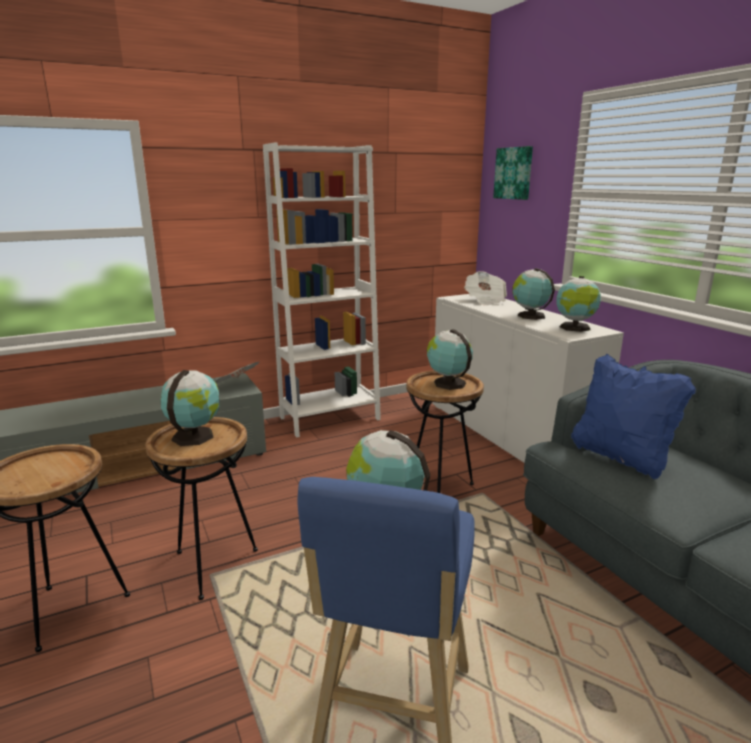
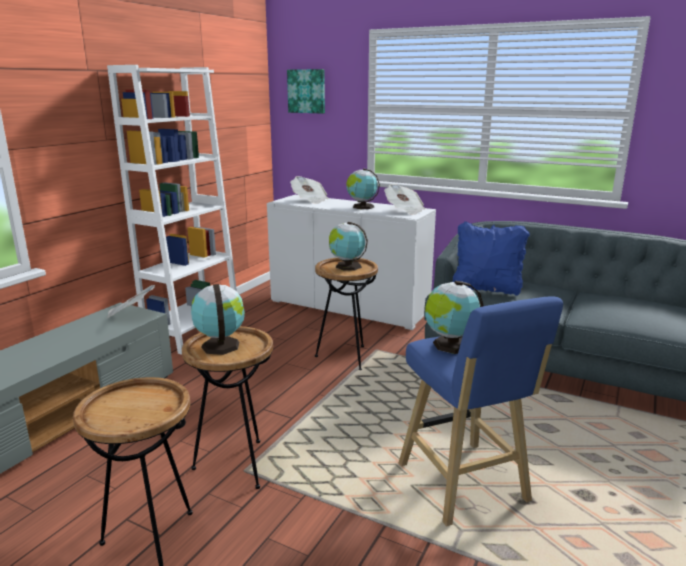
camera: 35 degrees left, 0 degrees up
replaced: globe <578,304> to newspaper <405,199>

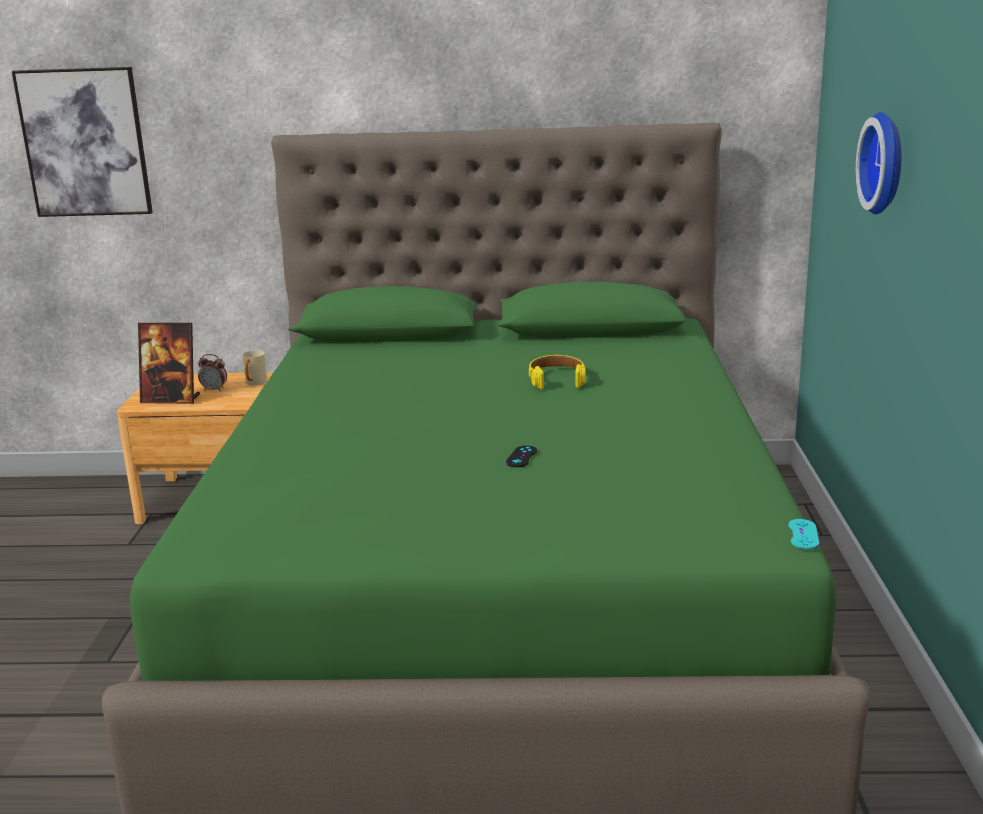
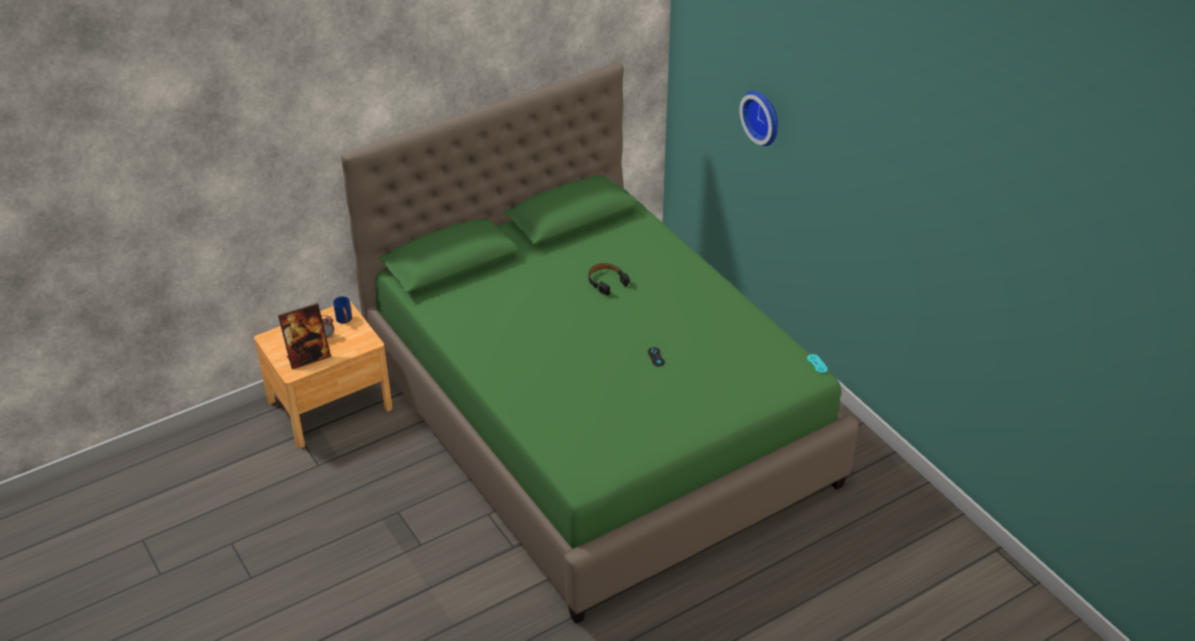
camera: 35 degrees left, 20 degrees up
removed: picture <82,142>
recoloured: beige mug <254,368> to blue mug <342,310>; yellow headphones <557,372> to black headphones <608,279>

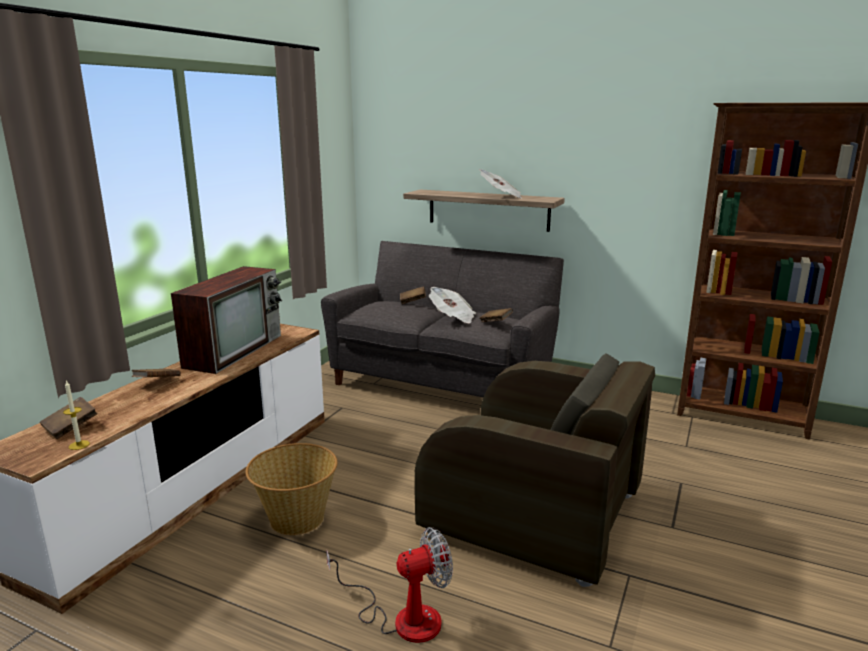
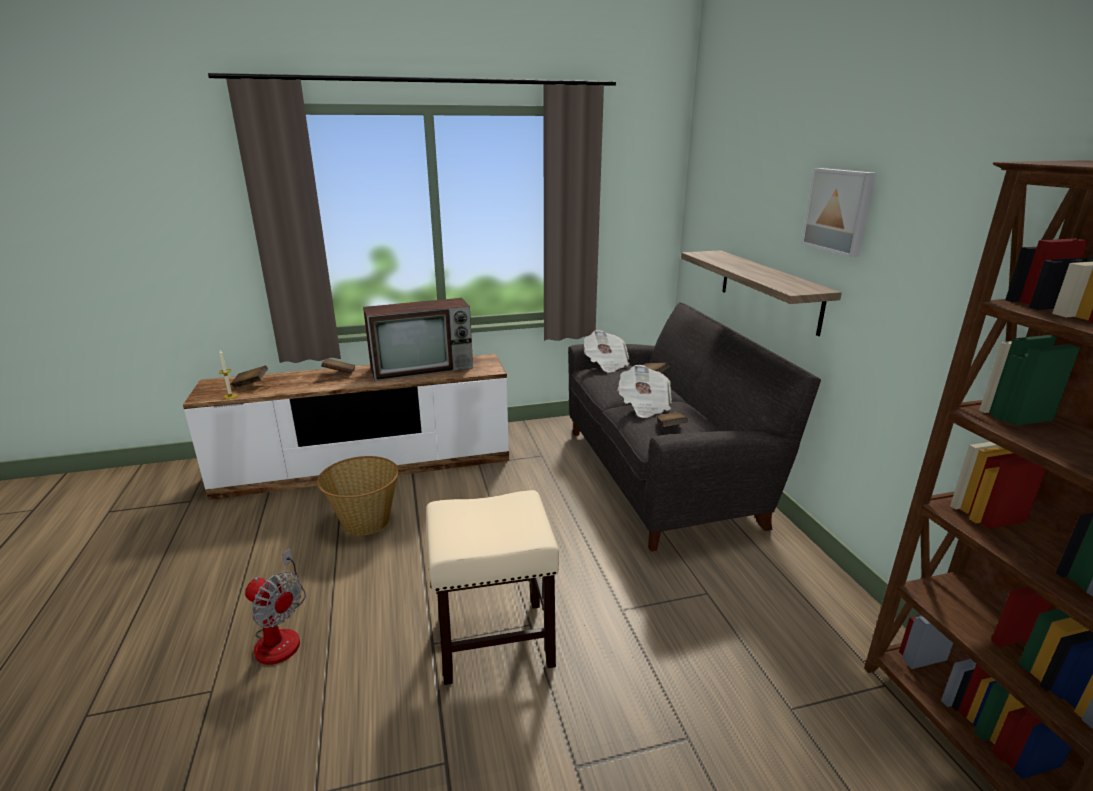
camera: 50 degrees right, 5 degrees up
added: picture <839,212>
moved: newspaper <500,183> to <607,351>
replaced: brown armchair <535,470> to beige stool <492,587>

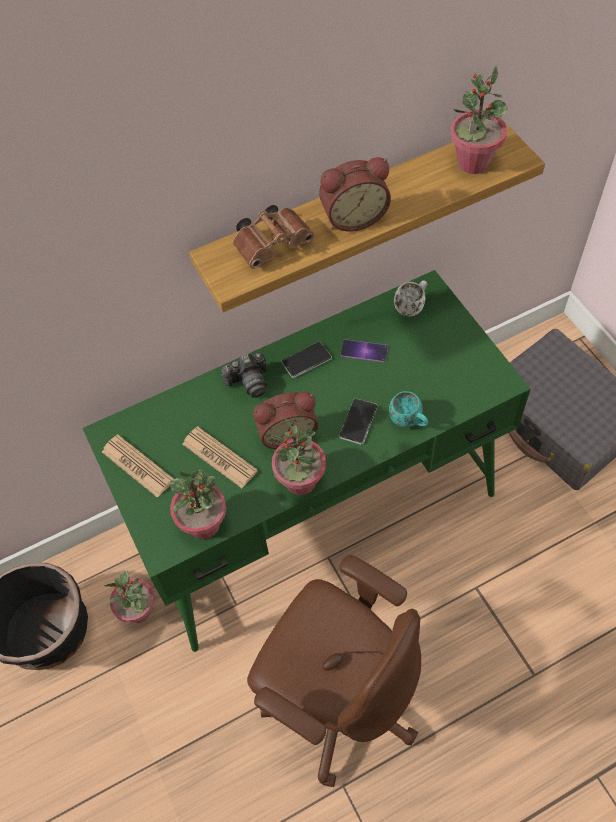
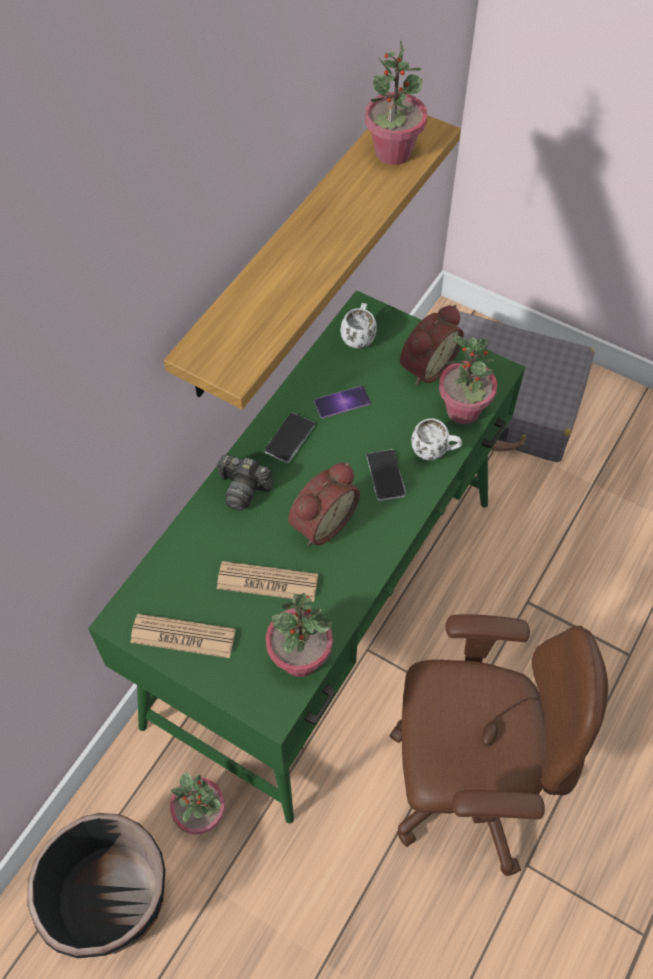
camera: 35 degrees left, 0 degrees up
removed: brown binoculars <273,237>
moved: potted plant <298,457> to <468,380>; alarm clock <355,194> to <432,345>
recoloured: turquoise mug <408,409> to white mug <436,439>
turned: photo camera <244,375> = <245,482> 75 degrees clockwise

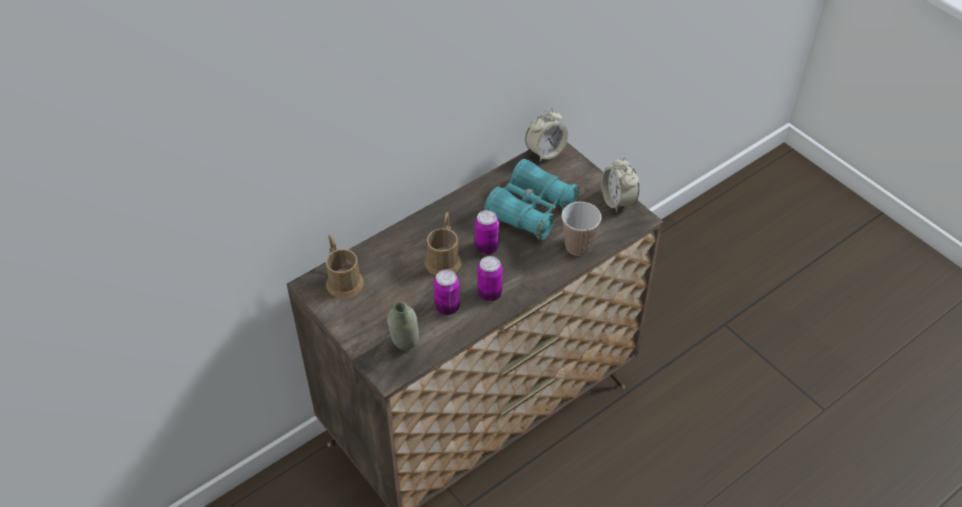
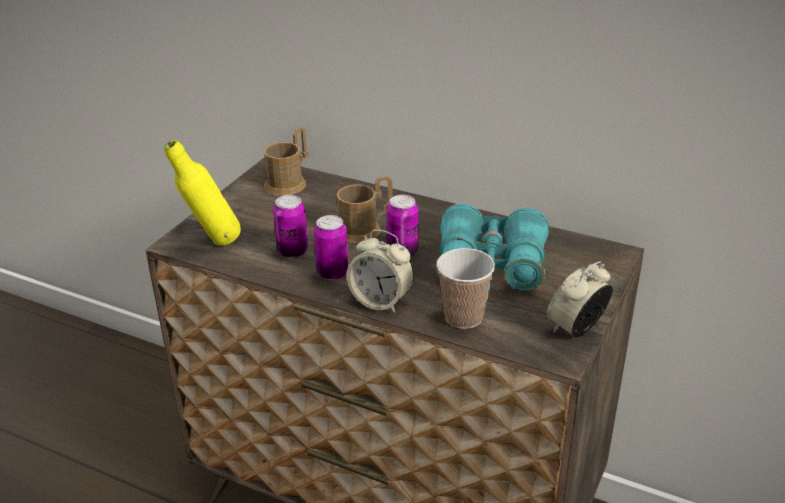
camera: 65 degrees right, 15 degrees down
moved: alarm clock <546,135> to <380,271>
recoloured: grey bottle <403,326> to yellow bottle <202,193>

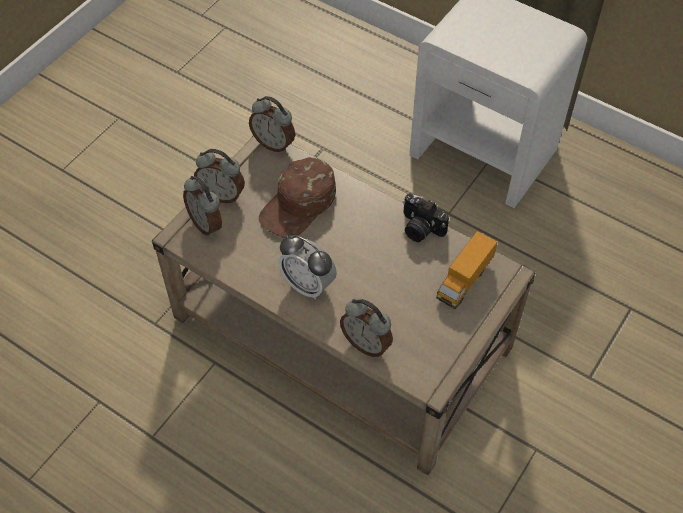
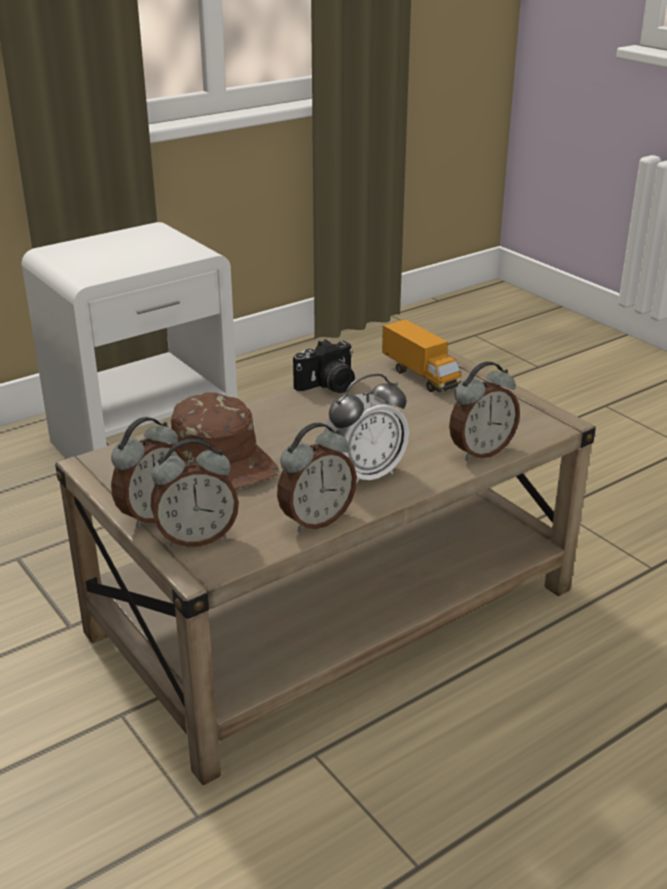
camera: 70 degrees left, 25 degrees down
moved: alarm clock <272,124> to <317,477>

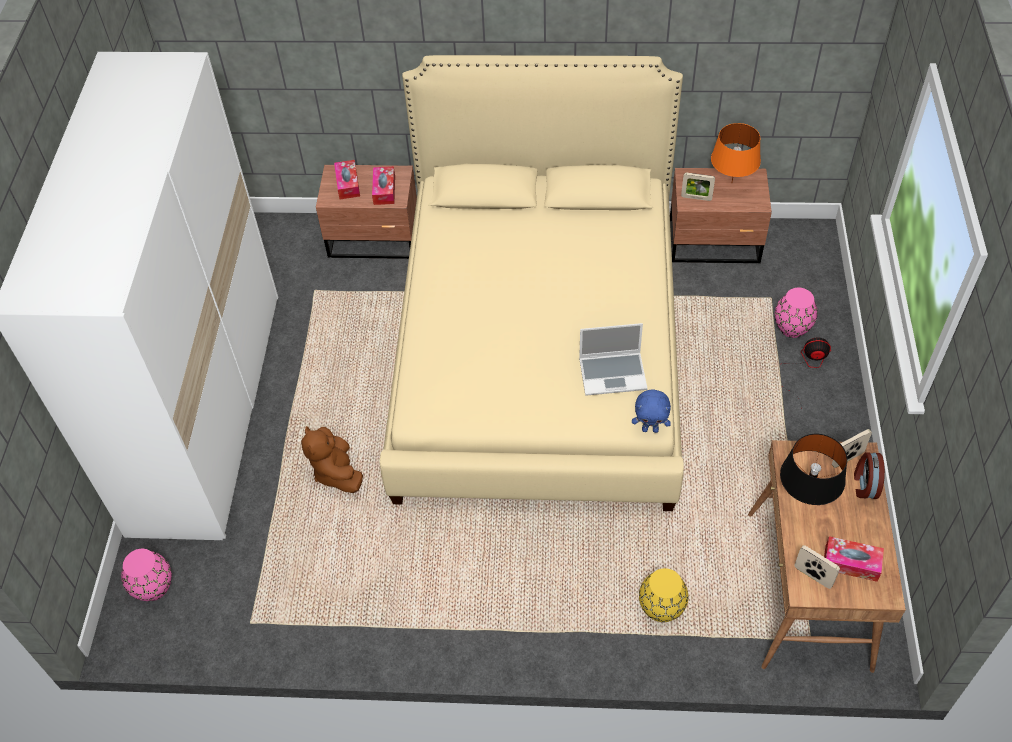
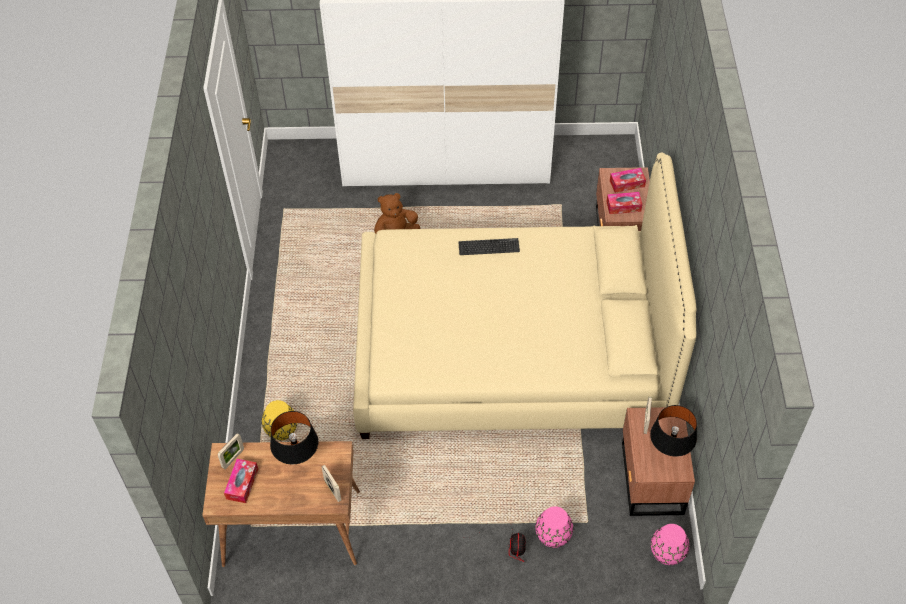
camera: 85 degrees right, 0 degrees up
removed: laptop <613,359>; blue plush toy <651,411>; alarm clock <869,475>
added: keyboard <489,246>
moved: pink vase <146,575> to <670,544>
recoloured: orange table lamp <736,153> to black table lamp <673,431>

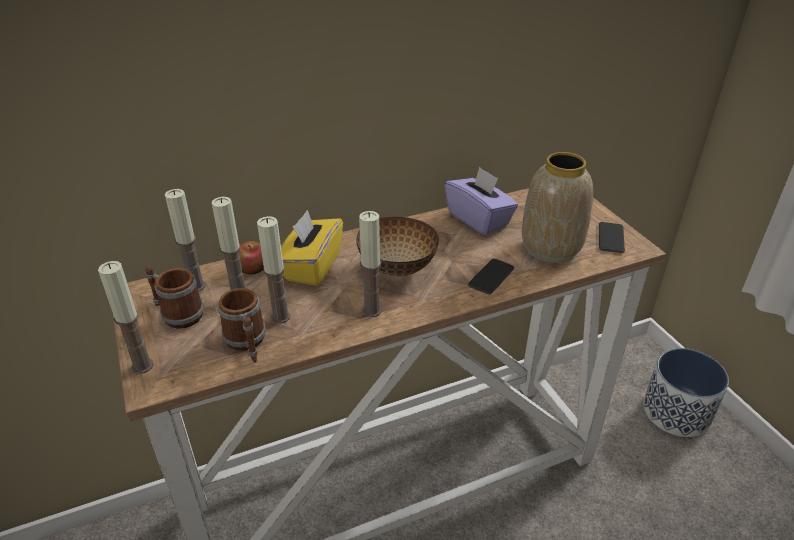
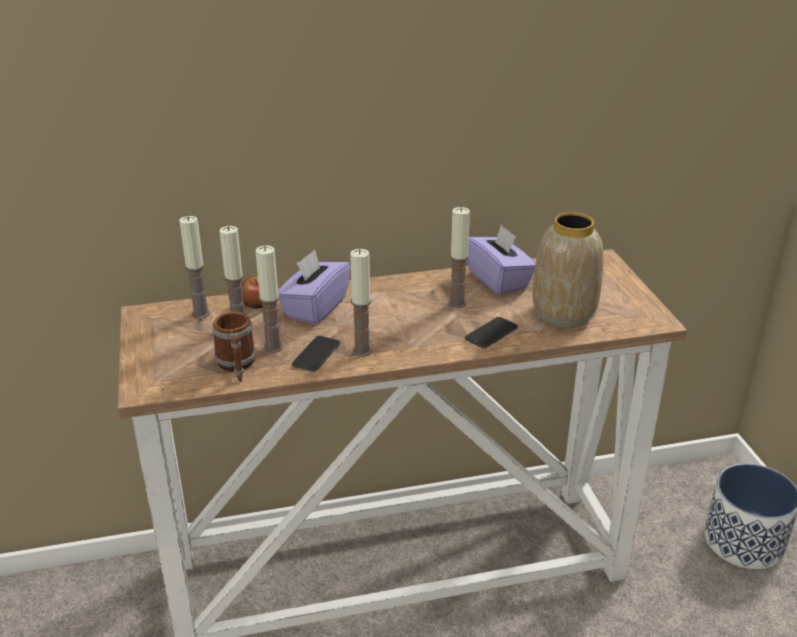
camera: 10 degrees right, 5 degrees down
removed: mug <174,297>; bowl <397,247>
moved: candle <126,317> to <459,257>; phone <612,237> to <316,354>
recoloured: yellow tissue box <312,248> to purple tissue box <314,287>

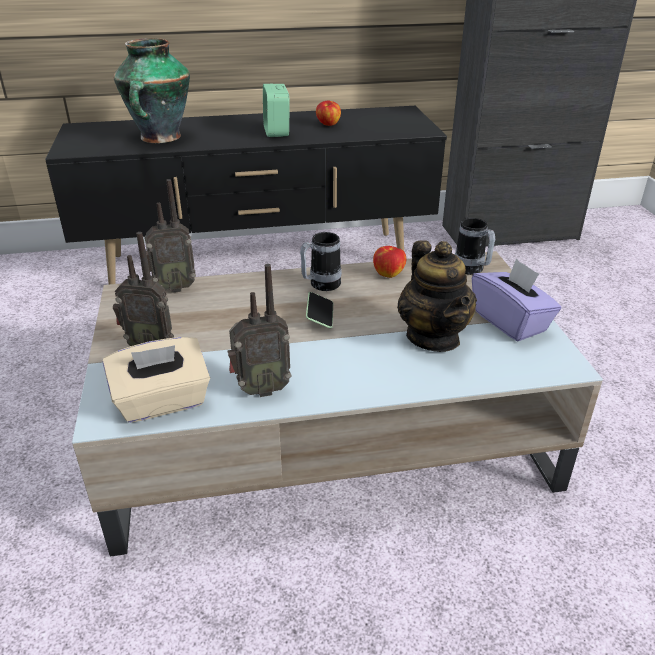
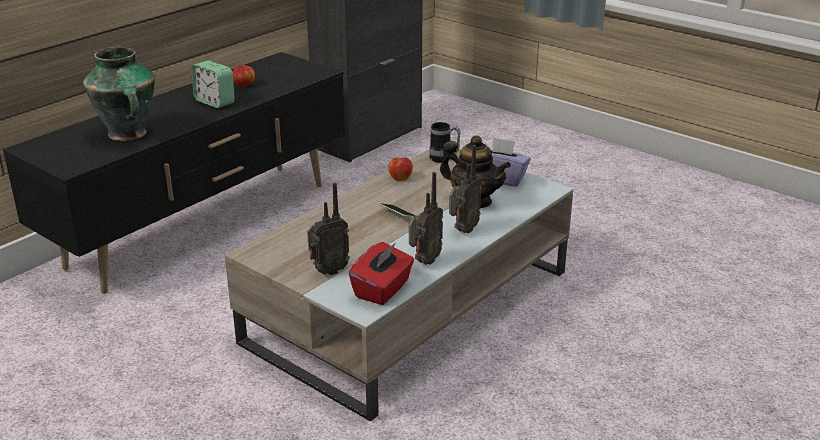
camera: 40 degrees left, 5 degrees down
removed: mug <321,261>
moved: radio <170,236> to <465,189>
recoloured: beige tissue box <156,380> to red tissue box <381,273>

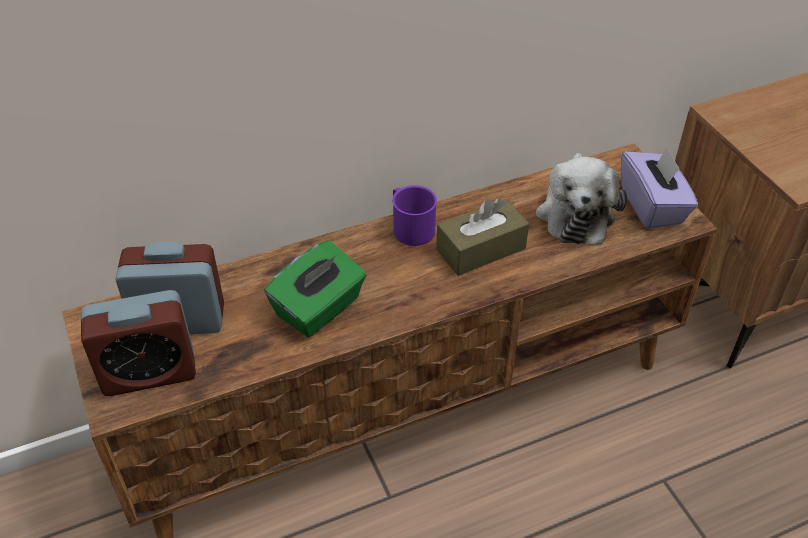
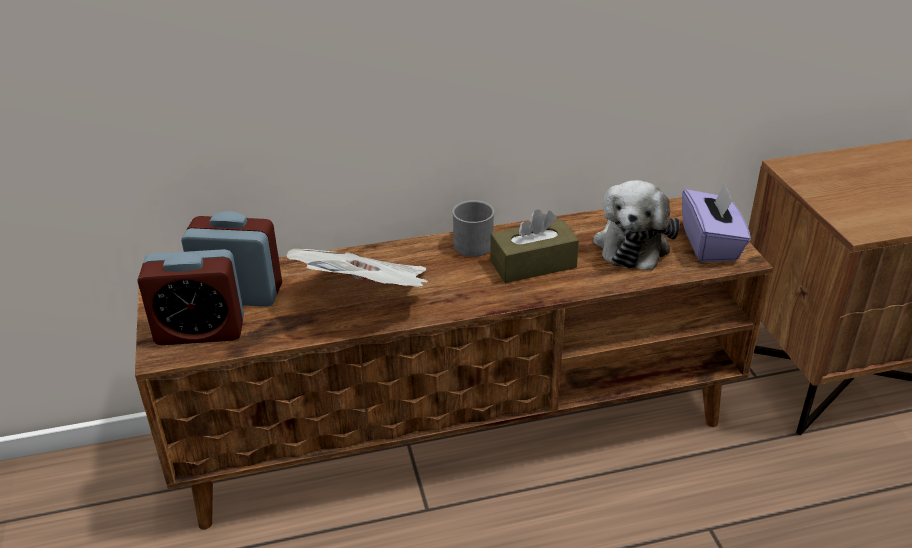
camera: 10 degrees right, 10 degrees down
replaced: green tissue box <315,288> to newspaper <357,268>
recoloured: purple mug <414,215> to grey mug <473,228>

